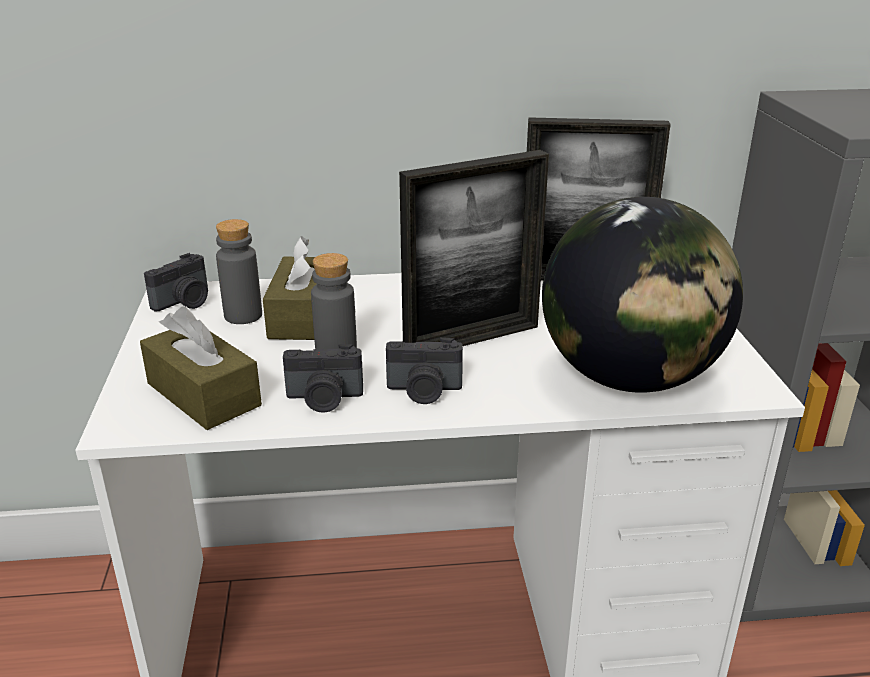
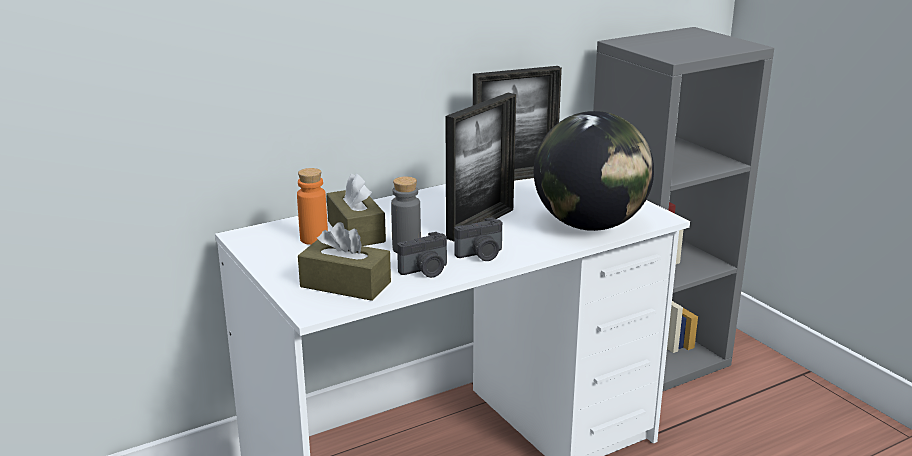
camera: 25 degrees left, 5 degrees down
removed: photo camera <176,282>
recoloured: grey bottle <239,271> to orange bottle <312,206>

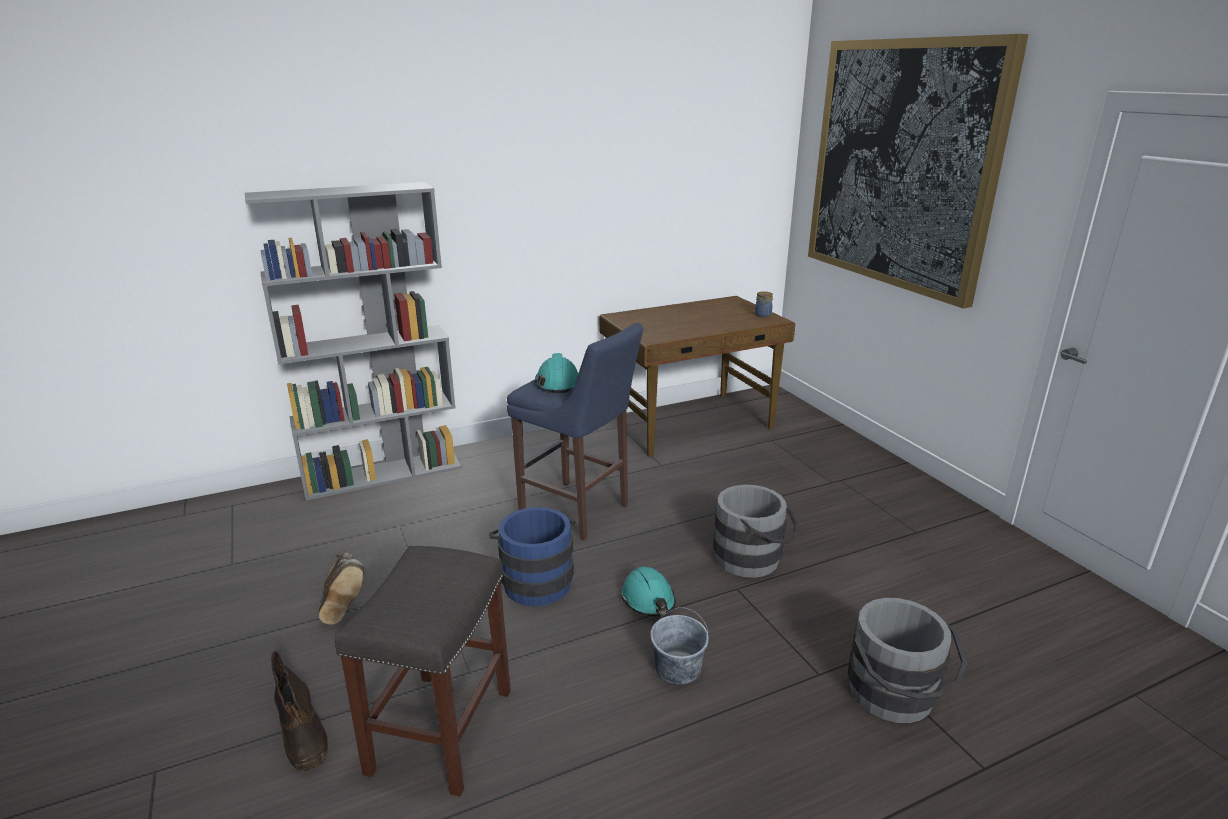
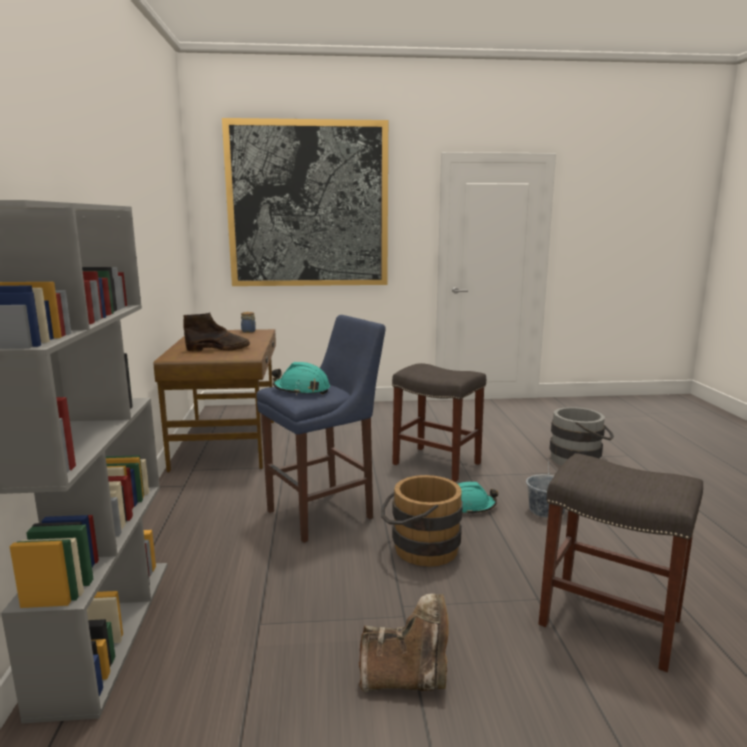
camera: 70 degrees left, 10 degrees down
moved: brown boot <300,711> to <216,332>
replaced: grey bucket <755,531> to grey stool <439,422>
recoloured: blue bucket <532,556> to brown bucket <422,521>

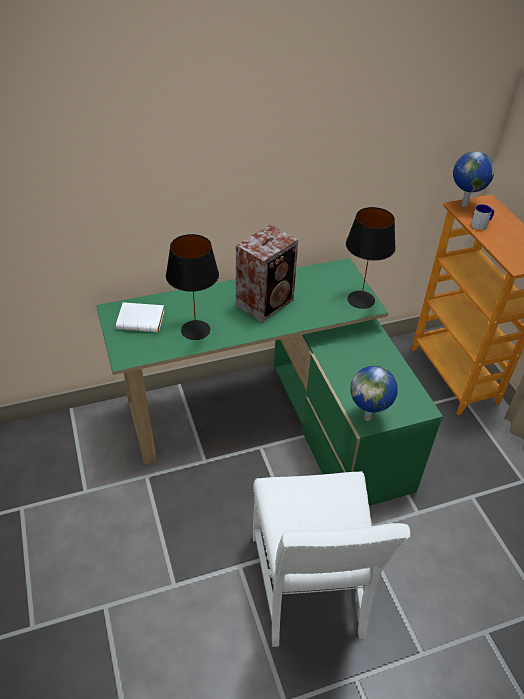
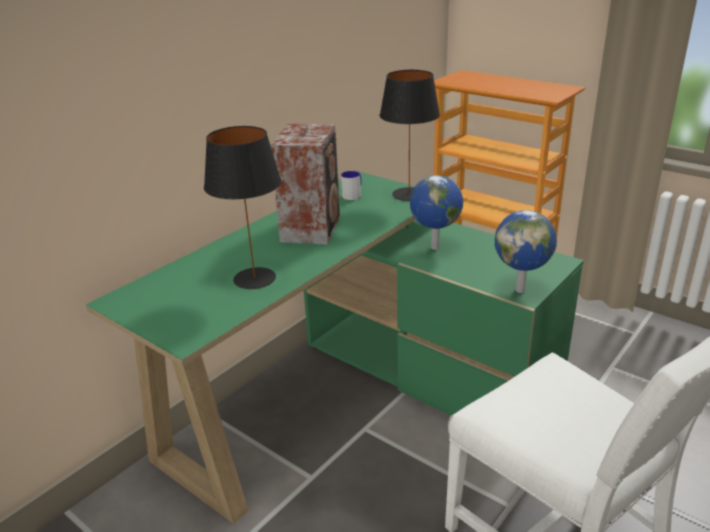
camera: 30 degrees left, 15 degrees down
removed: white book <140,317>
moved: globe <474,179> to <436,212>; mug <482,217> to <351,185>

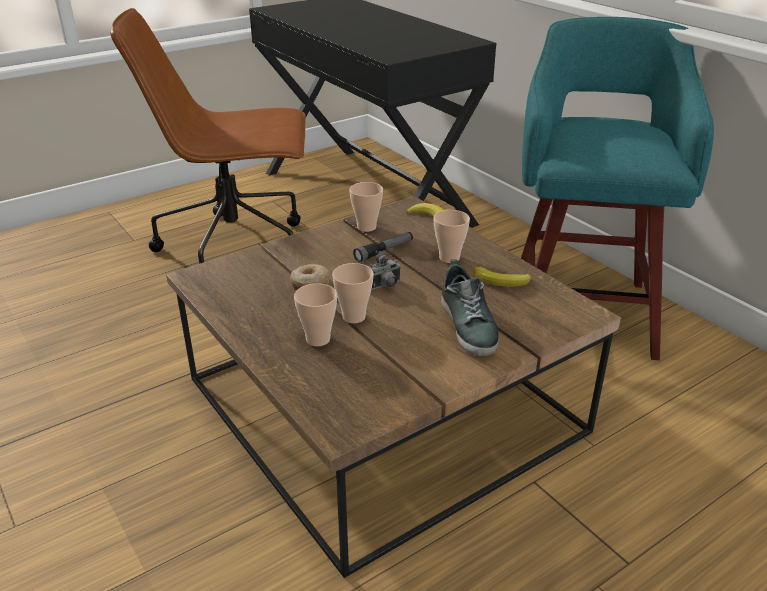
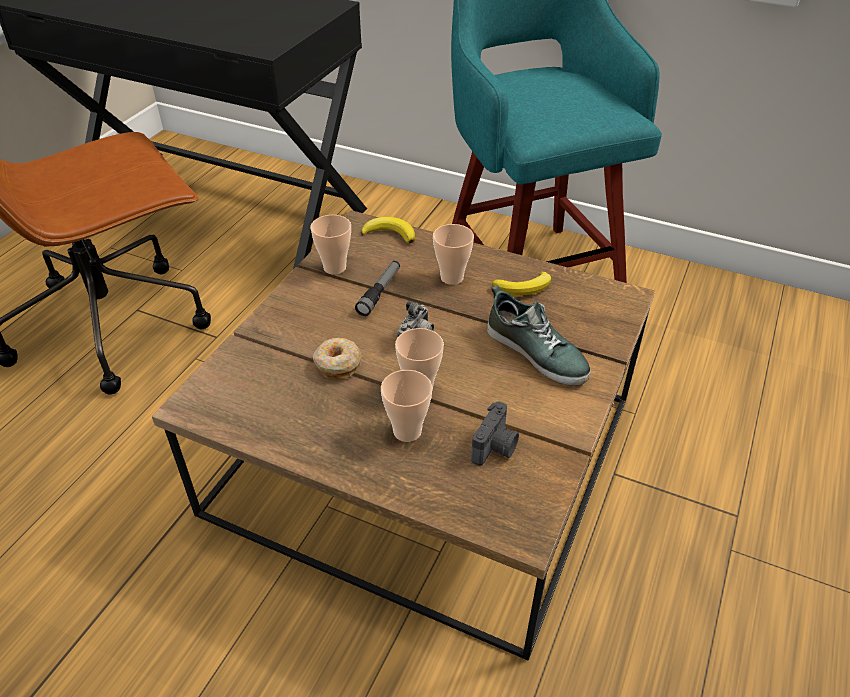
camera: 30 degrees left, 10 degrees up
added: photo camera <495,433>

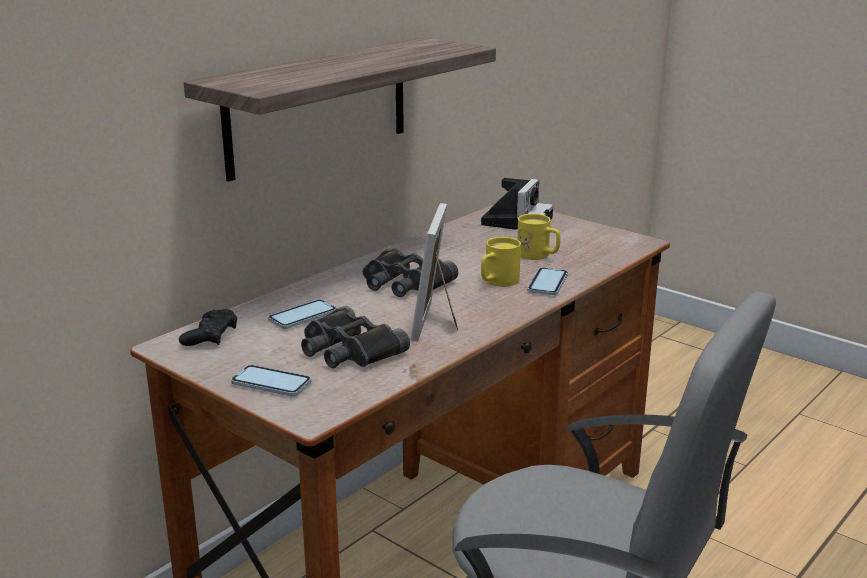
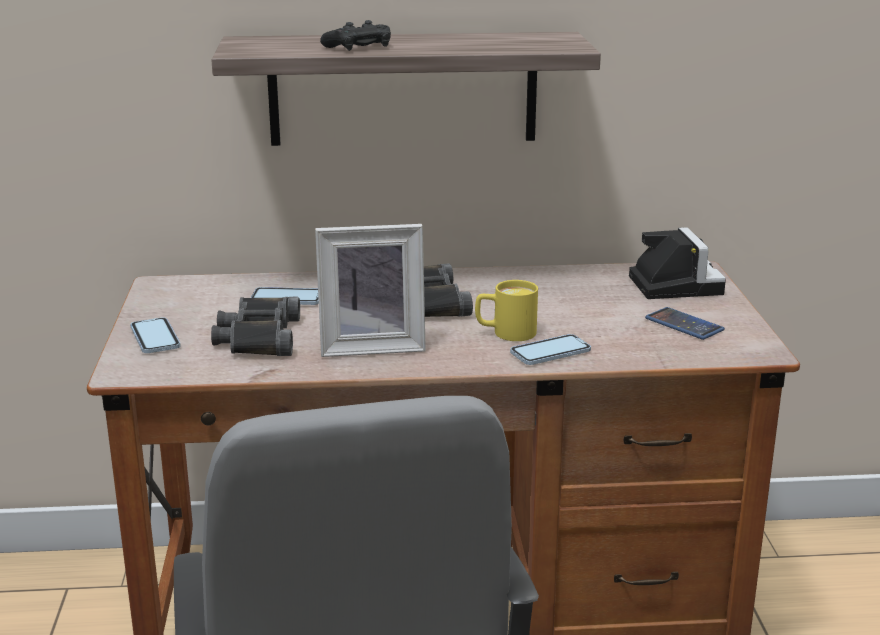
camera: 45 degrees right, 0 degrees up
removed: yellow mug <538,237>
added: phone <685,323>
moved: black game controller <208,327> to <355,35>
turned: picture frame <434,272> = <370,290> 150 degrees counterclockwise; photo camera <517,204> = <677,263> 75 degrees counterclockwise

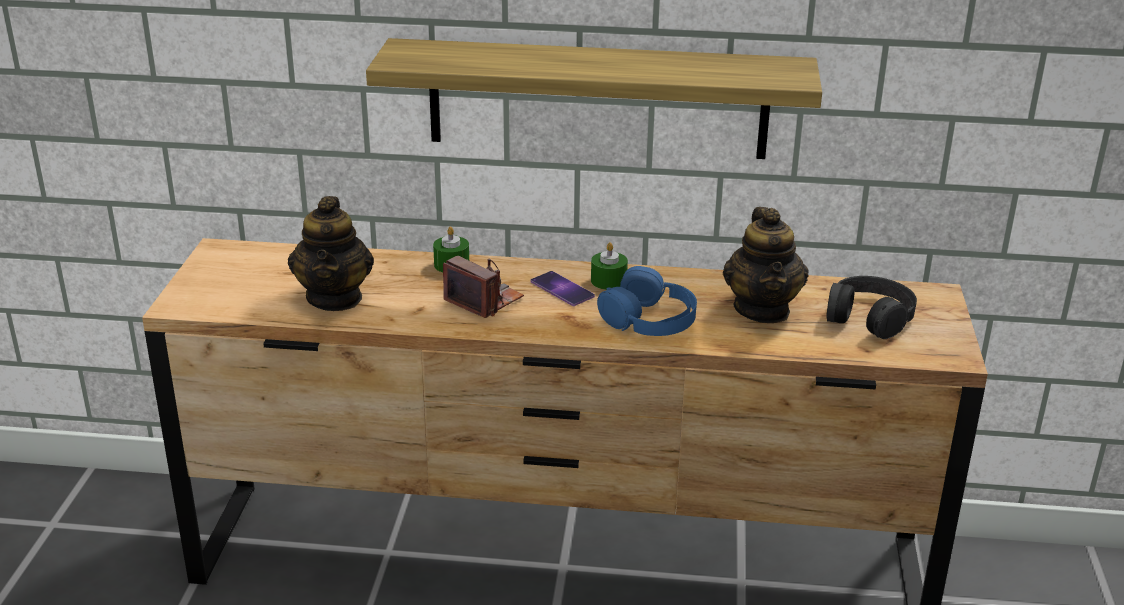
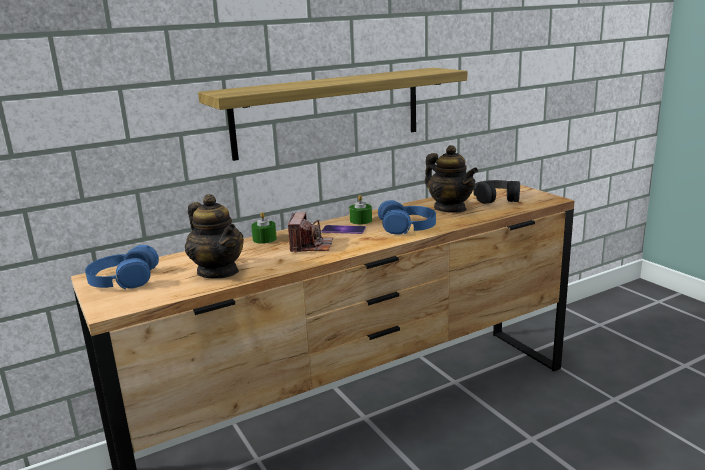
camera: 35 degrees left, 10 degrees down
added: blue headphones <122,267>
turned: photo camera <483,287> = <310,232> 90 degrees clockwise

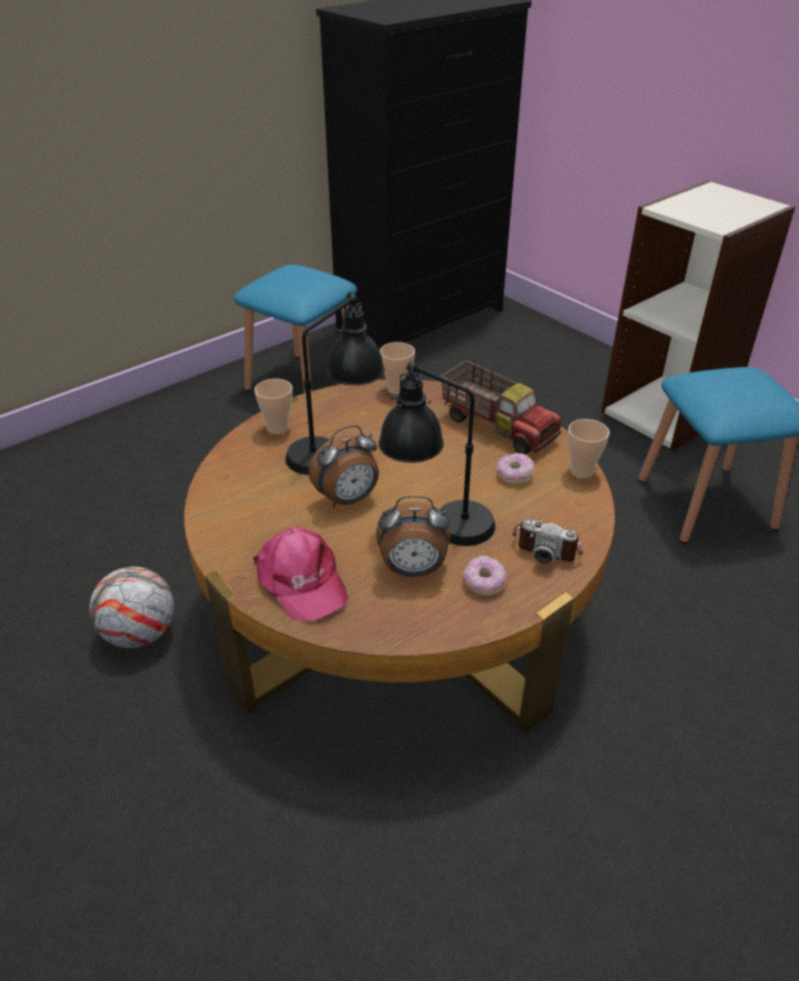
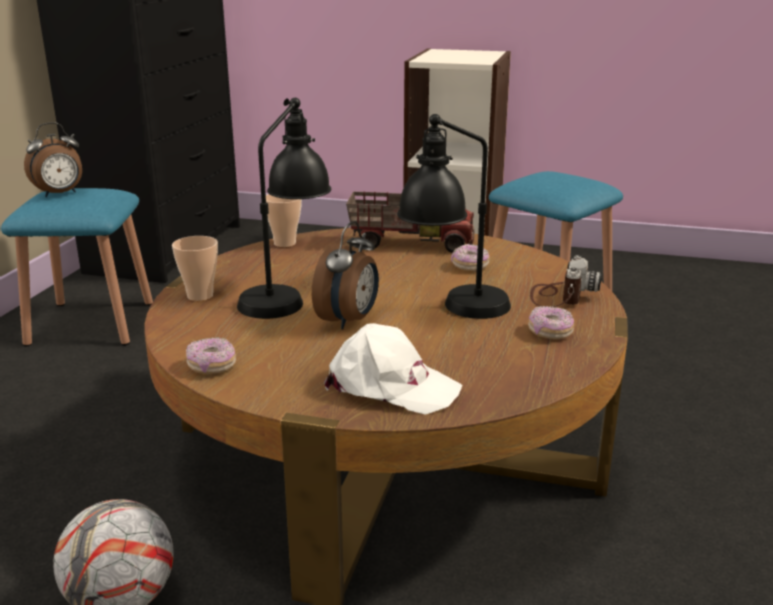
camera: 35 degrees left, 15 degrees down
removed: cup <589,448>
added: donut <211,355>
moved: alarm clock <413,536> to <53,159>
recoloured: pink cap <300,574> to white cap <393,369>
turned: photo camera <547,541> = <566,281> 60 degrees counterclockwise

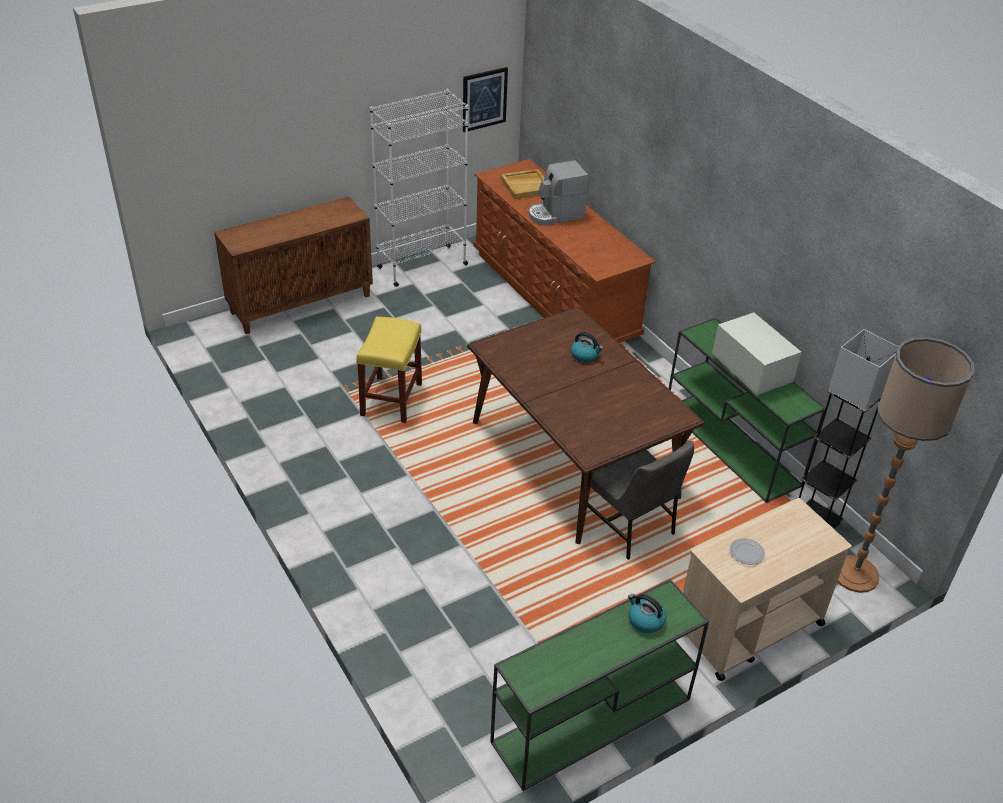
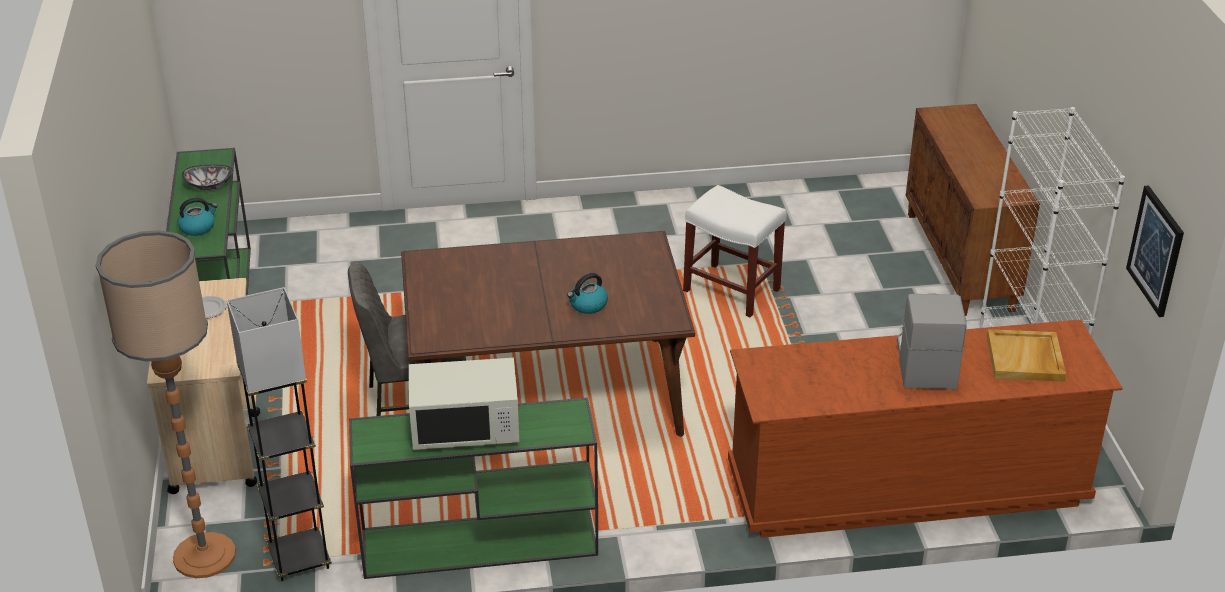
camera: 115 degrees right, 5 degrees down
added: bowl <207,178>
recoloured: yellow stool <389,370> to white stool <735,251>

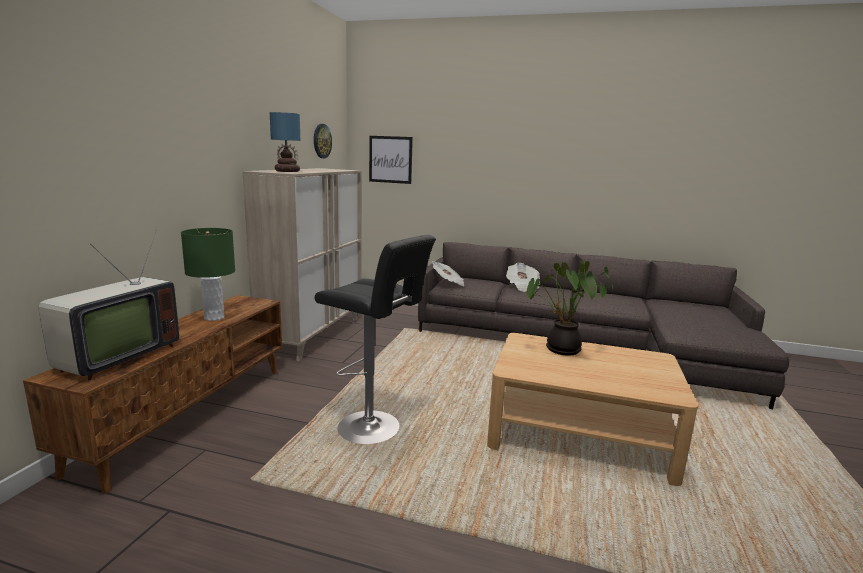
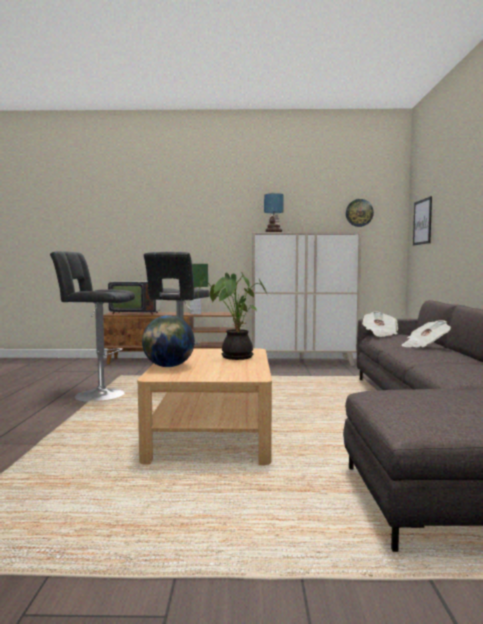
camera: 75 degrees right, 10 degrees down
added: black stool <92,326>; globe <168,341>

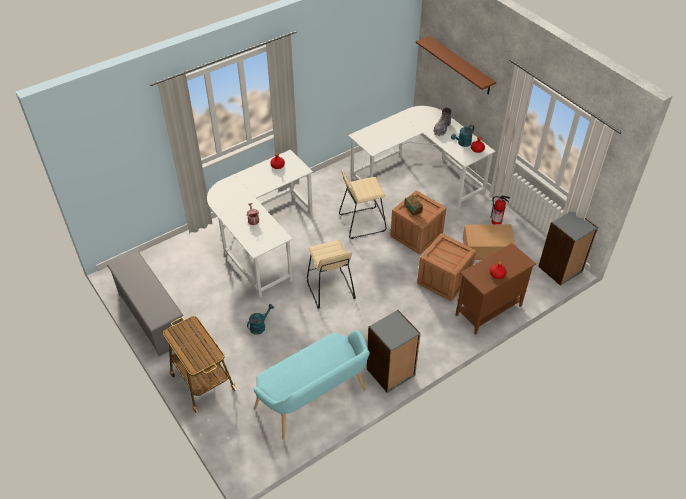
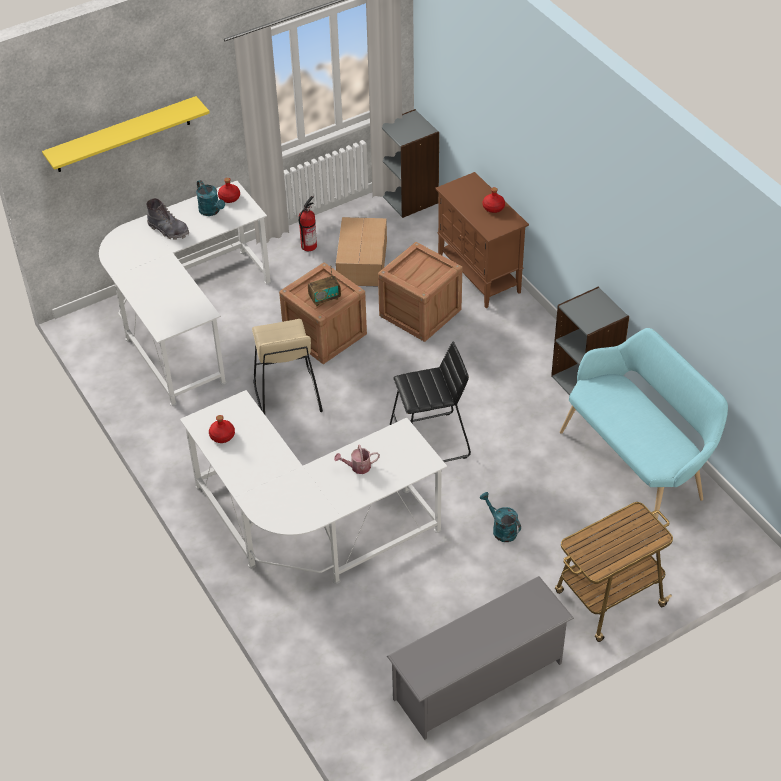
camera: 85 degrees left, 0 degrees up
recoloured: beige stool <331,274> to black stool <430,402>; brown shelf <456,65> to yellow shelf <126,134>

